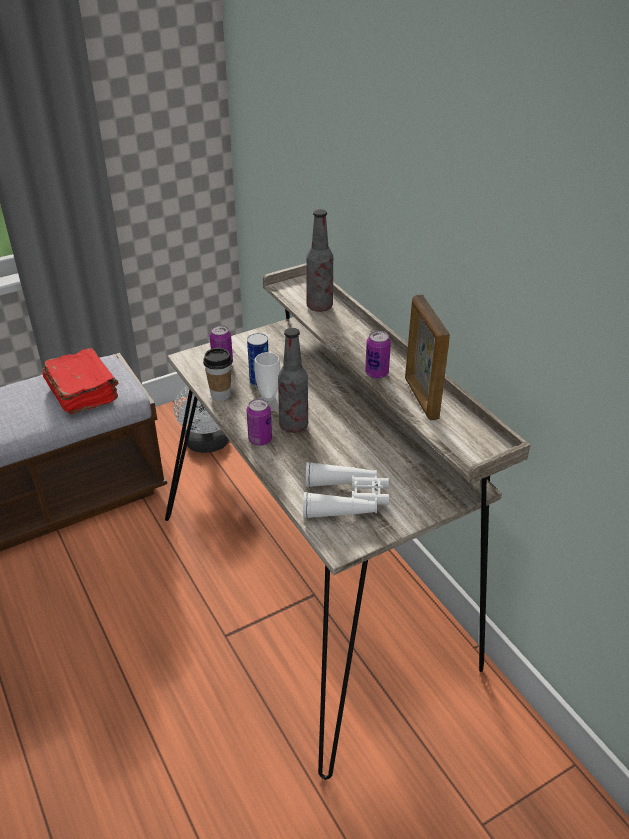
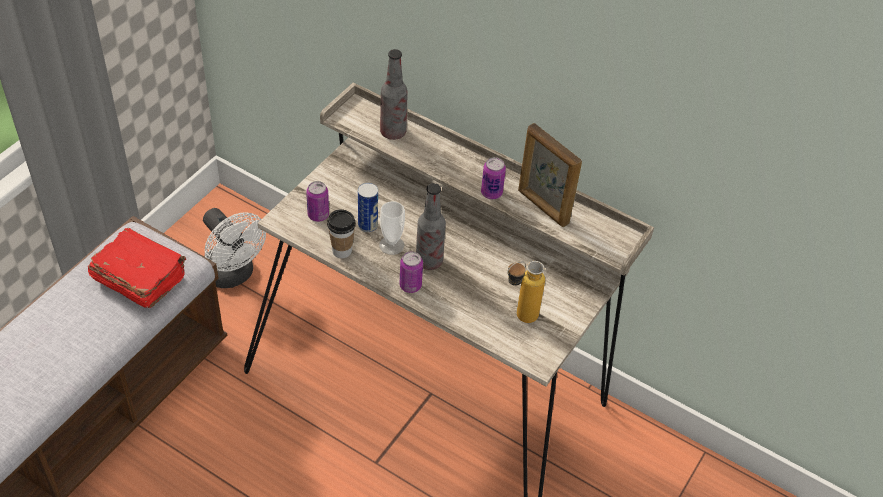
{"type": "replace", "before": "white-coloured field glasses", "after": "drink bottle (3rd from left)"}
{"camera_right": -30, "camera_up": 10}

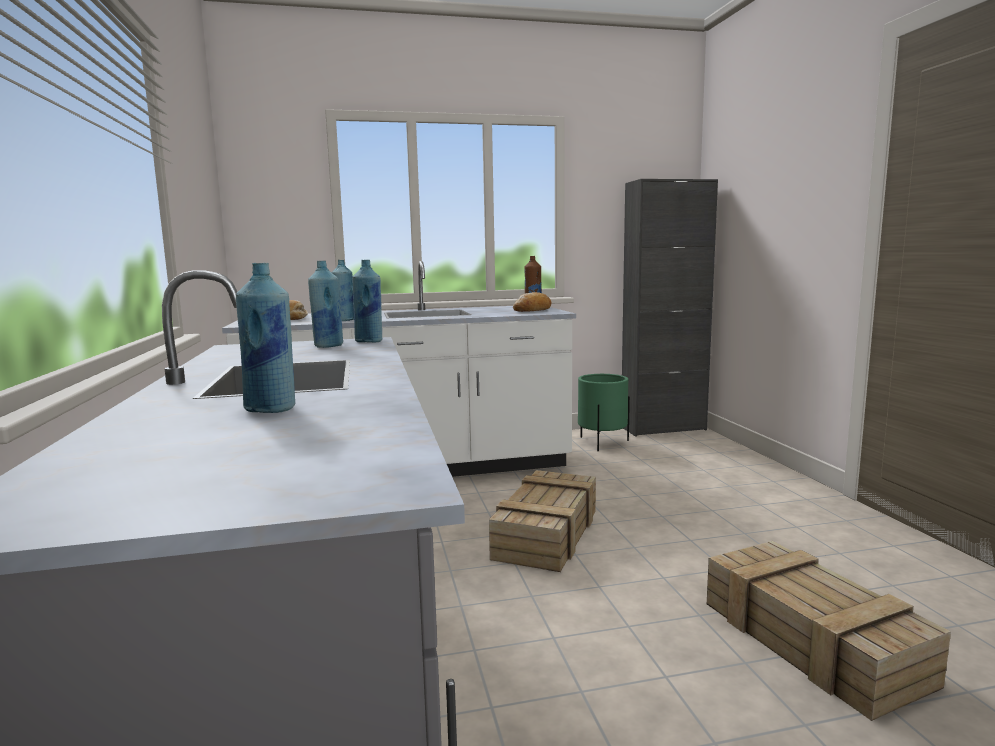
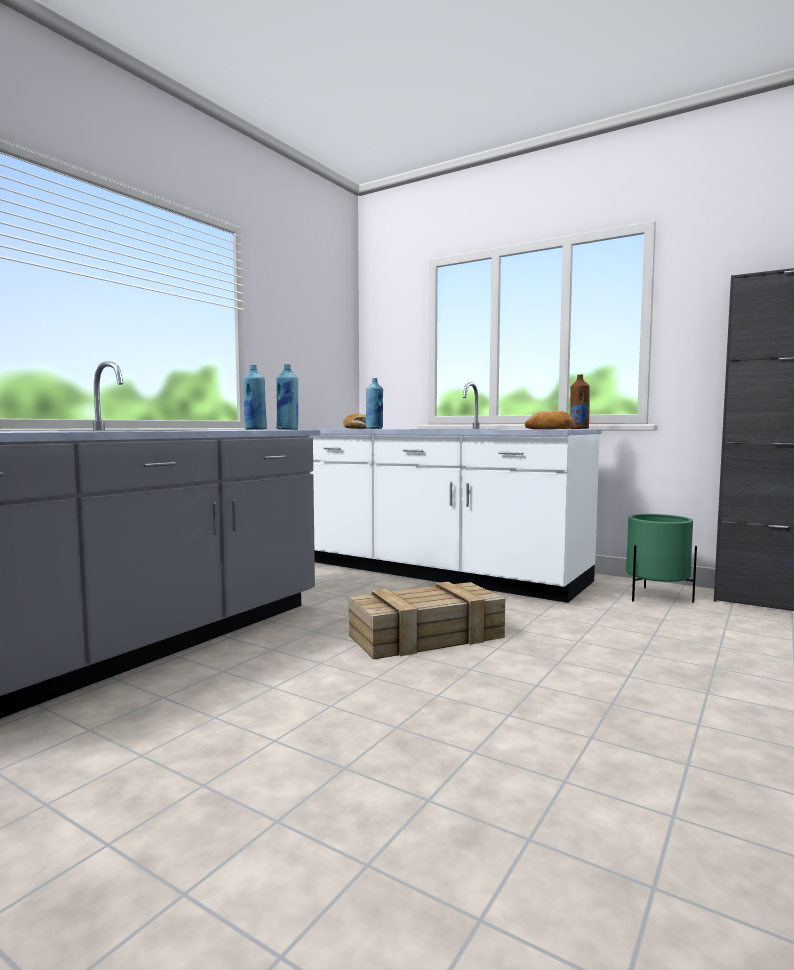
{"type": "delete", "before": "bluish drink bottle (1st from left)"}
{"type": "delete", "before": "crate (2nd from left)"}
{"camera_right": 45, "camera_up": -5}

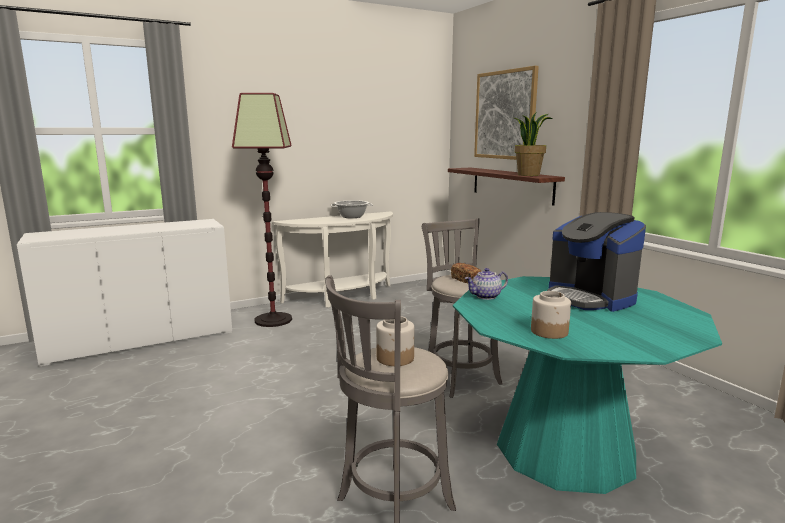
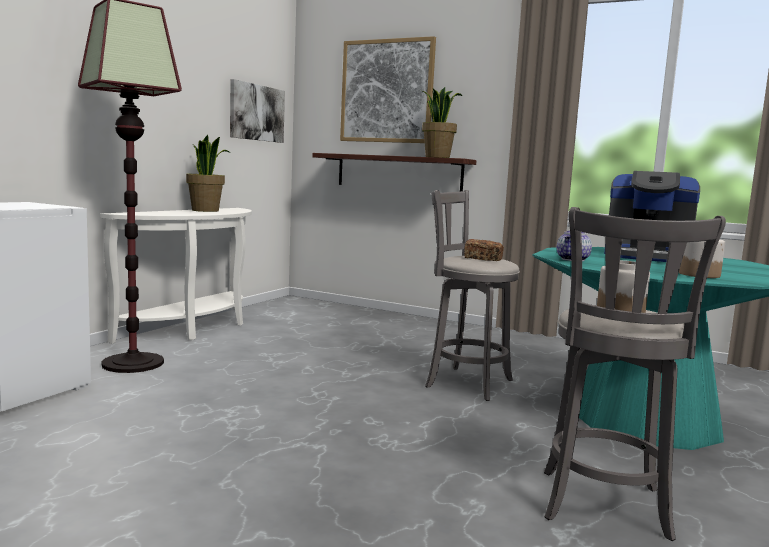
{"type": "replace", "before": "saucepot", "after": "potted plant (1st from left)"}
{"type": "insert", "after": "wall picture (1st from left)"}
{"camera_right": -35, "camera_up": -5}

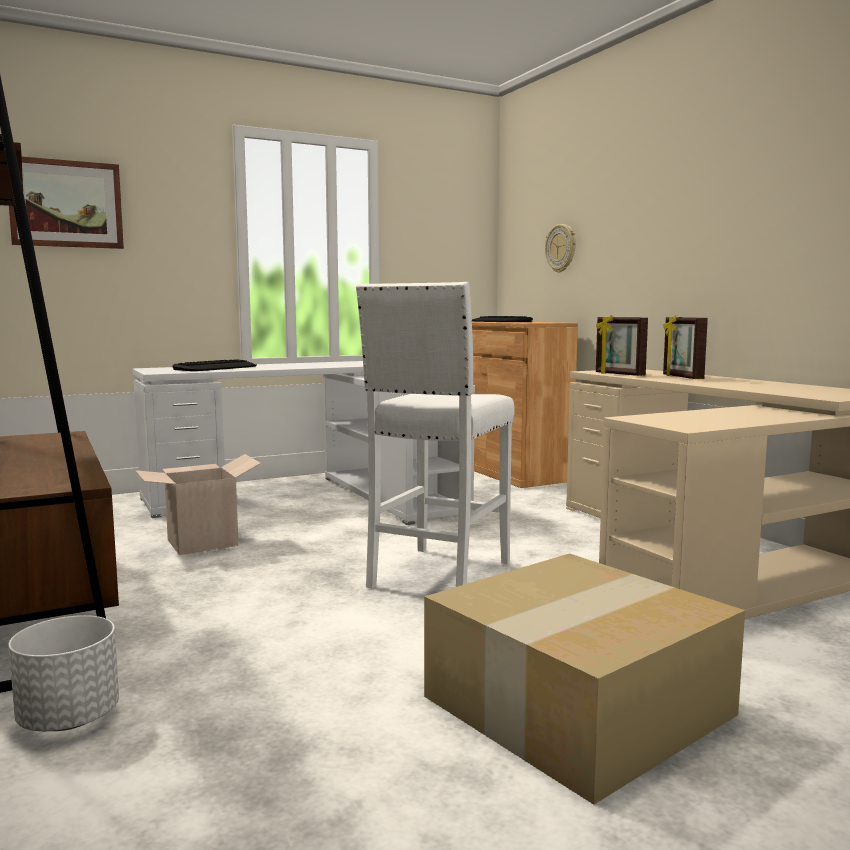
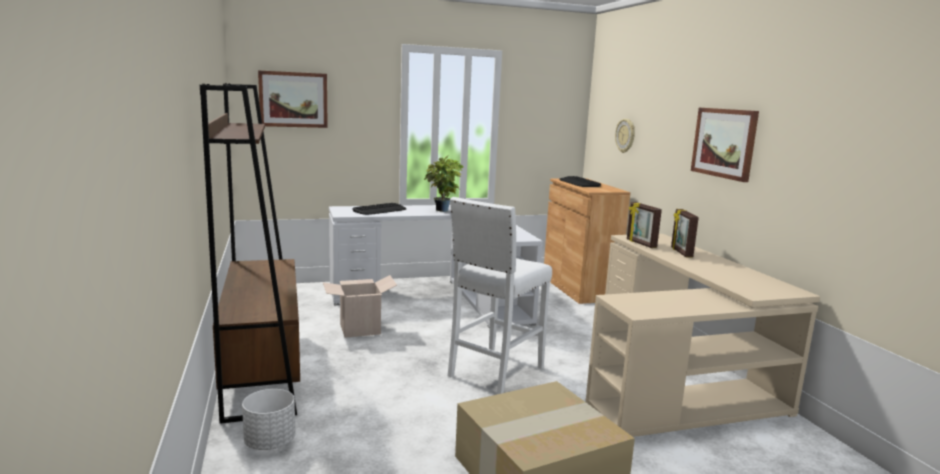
{"type": "insert", "after": "wall picture (2nd from left)"}
{"type": "insert", "after": "potted plant"}
{"camera_right": 10, "camera_up": 5}

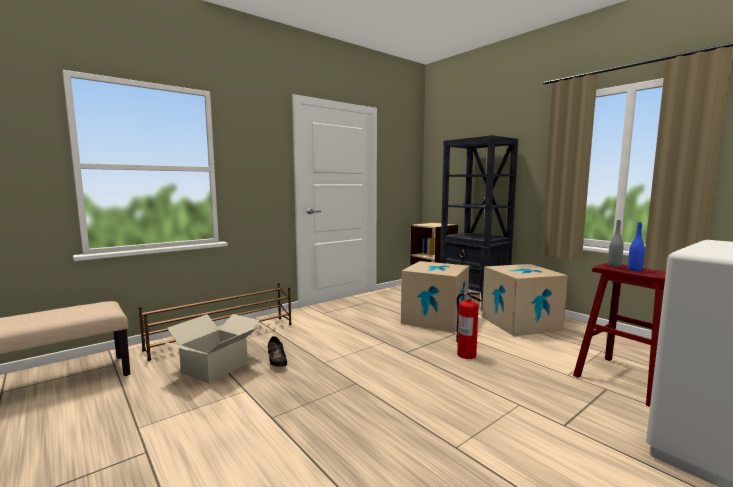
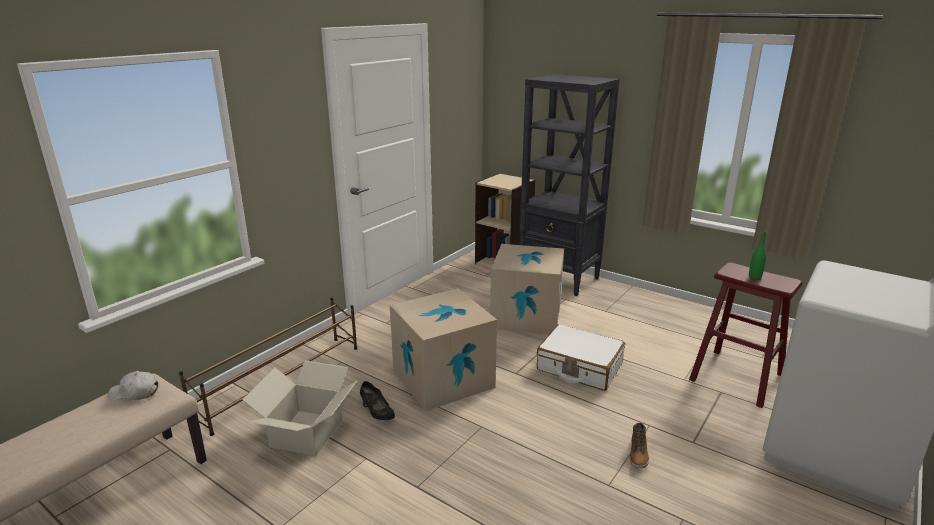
{"type": "delete", "before": "gray drink bottle"}
{"type": "recolor", "before": "bluish drink bottle", "after": "greenish drink bottle"}
{"type": "move", "before": "cardboard box (3rd from left in the first image)", "after": "cardboard box (2nd from left)"}
{"type": "replace", "before": "fire extinguisher", "after": "white-coloured travel case"}
{"type": "insert", "after": "white-coloured baseball cap"}
{"type": "insert", "after": "boot"}
{"camera_right": -15, "camera_up": 15}

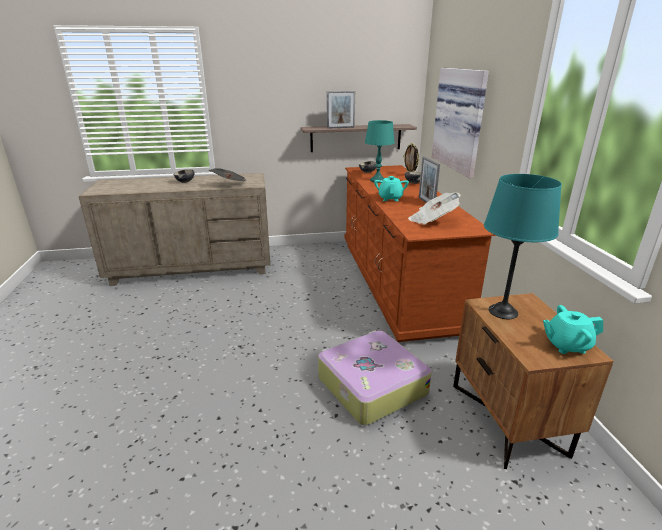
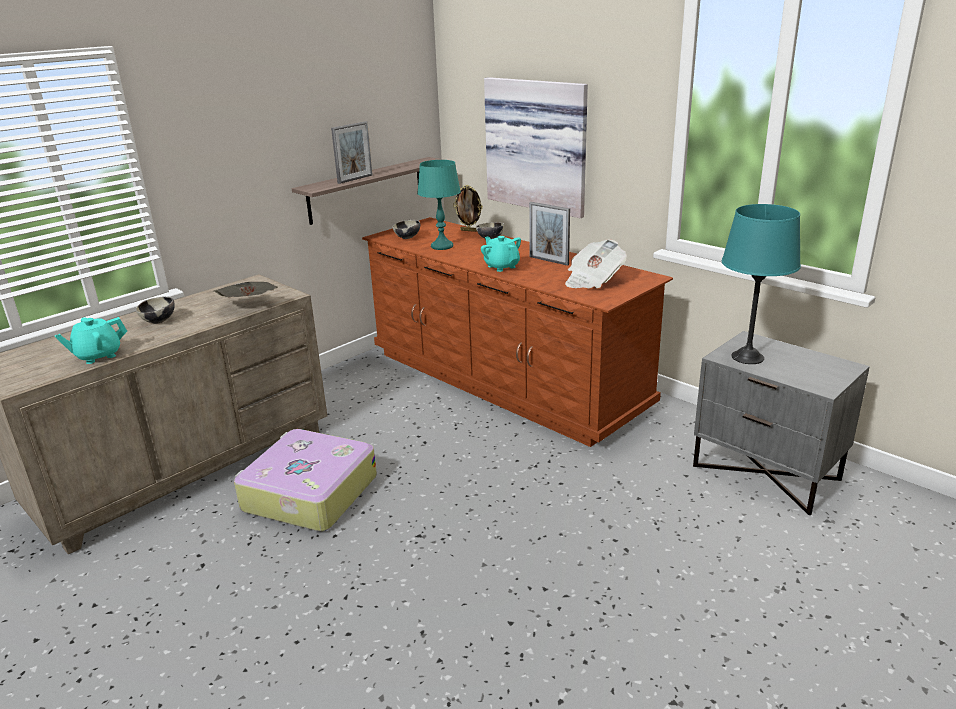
{"type": "recolor", "before": "brown-coloured night table", "after": "gray night table"}
{"type": "move", "before": "turquoise-coloured pot for tea (2nd from left in the first image)", "after": "turquoise-coloured pot for tea (1st from left)"}
{"type": "move", "before": "travel case"}
{"camera_right": -35, "camera_up": 0}

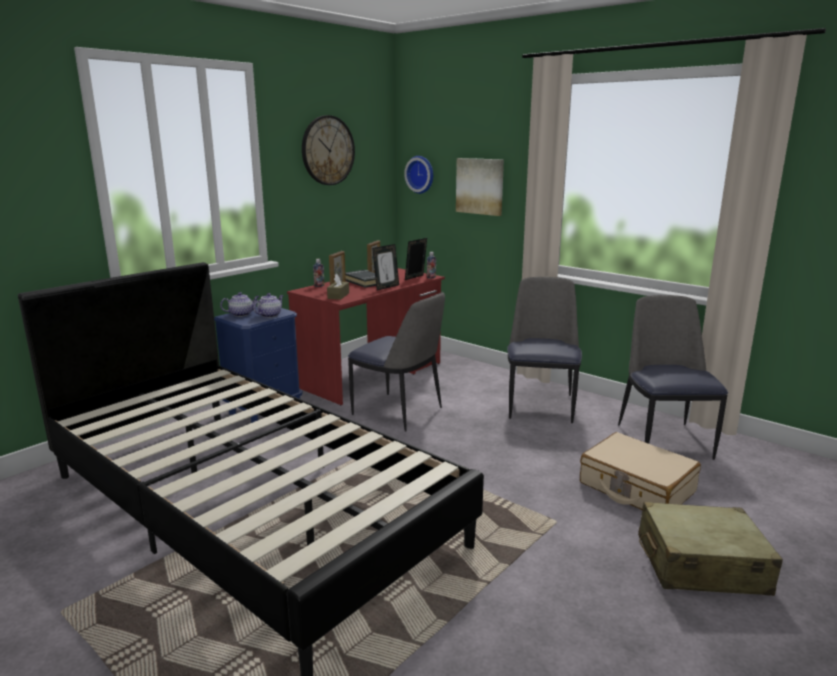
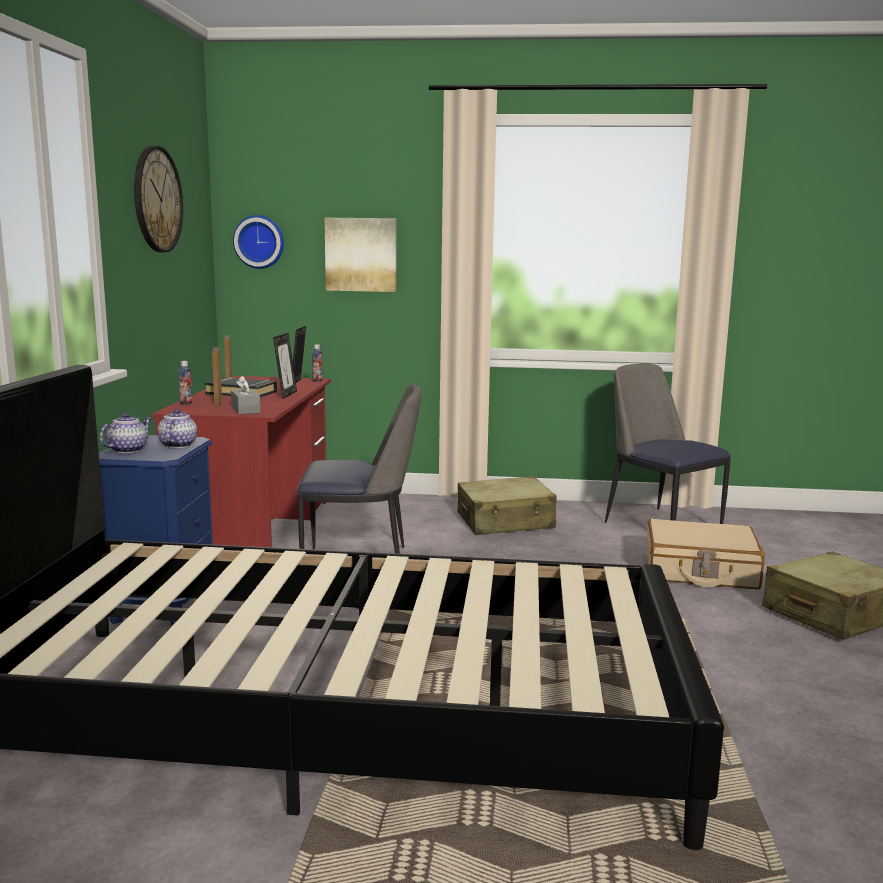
{"type": "recolor", "before": "brown-coloured tissue box", "after": "gray tissue box"}
{"type": "replace", "before": "upright chair (2nd from left)", "after": "sand-coloured travel case (1st from left)"}
{"camera_right": -35, "camera_up": -5}

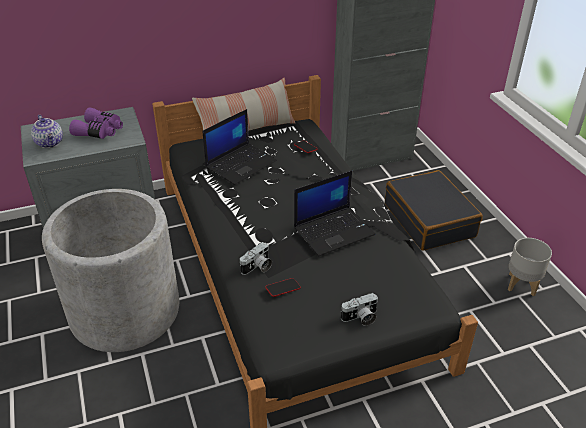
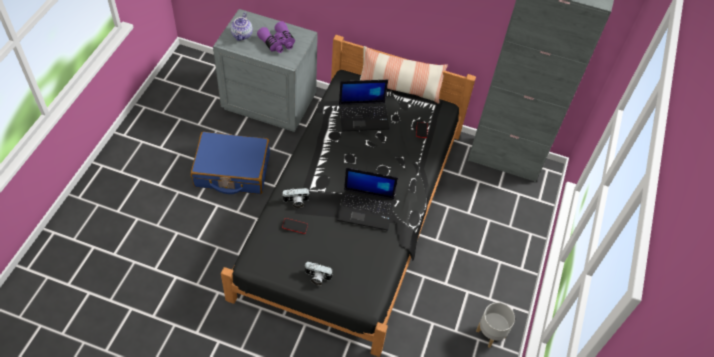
{"type": "delete", "before": "black travel case"}
{"type": "replace", "before": "gray planter (1st from left)", "after": "bluish travel case"}
{"camera_right": 35, "camera_up": 15}

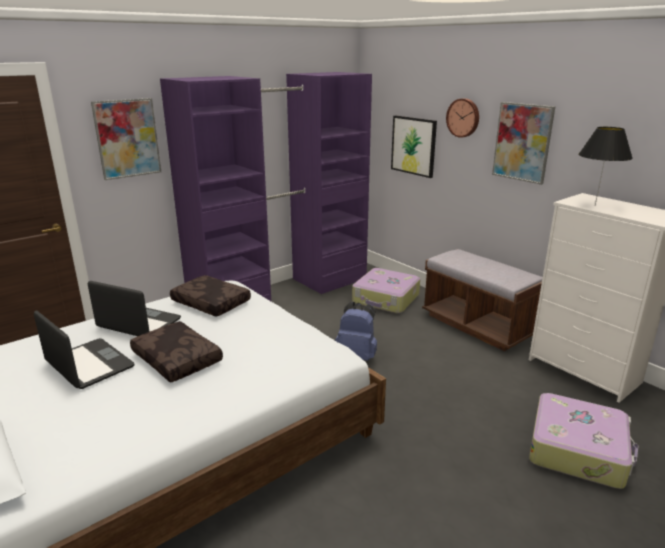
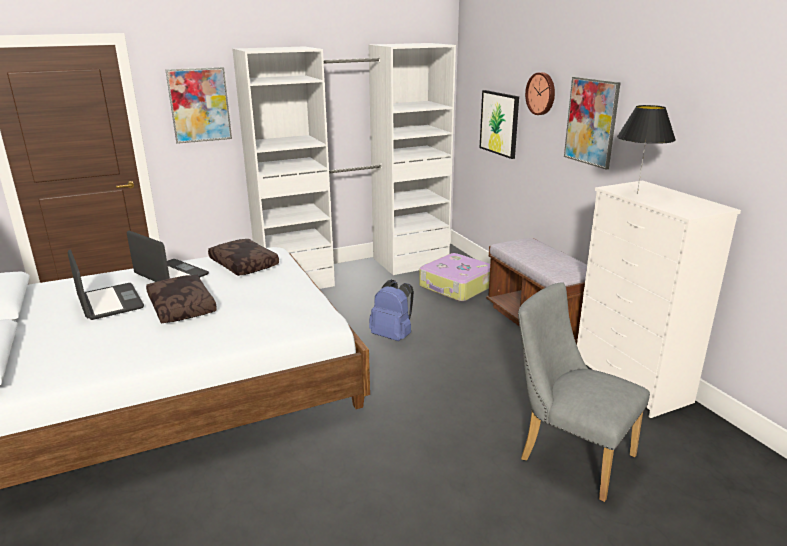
{"type": "recolor", "before": "purple clothes cupboard", "after": "white-coloured clothes cupboard"}
{"type": "replace", "before": "travel case (2nd from left)", "after": "gray upright chair"}
{"camera_right": 15, "camera_up": 0}

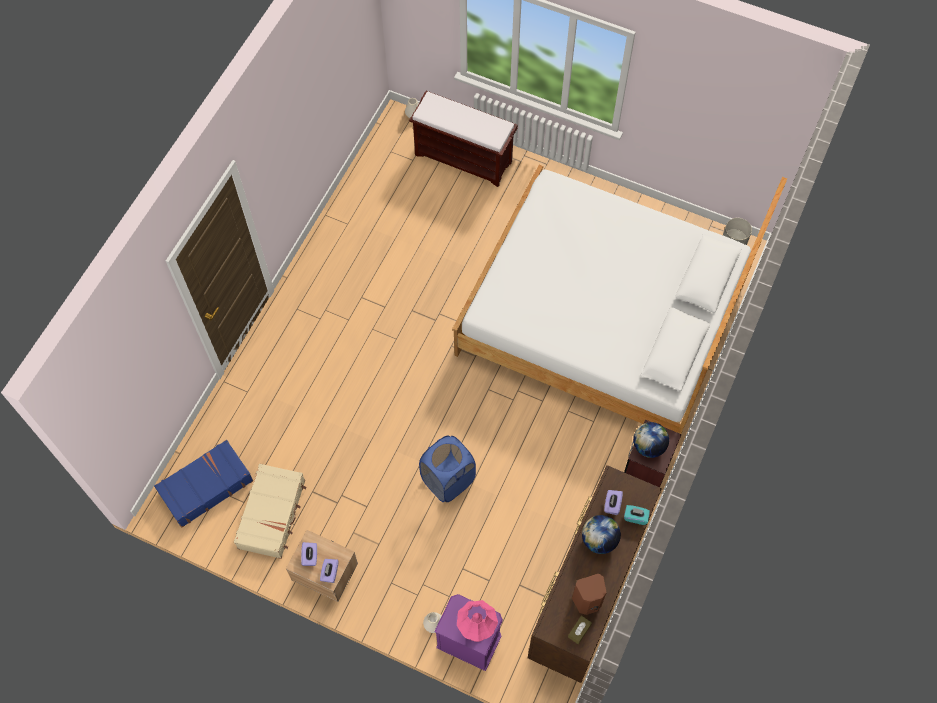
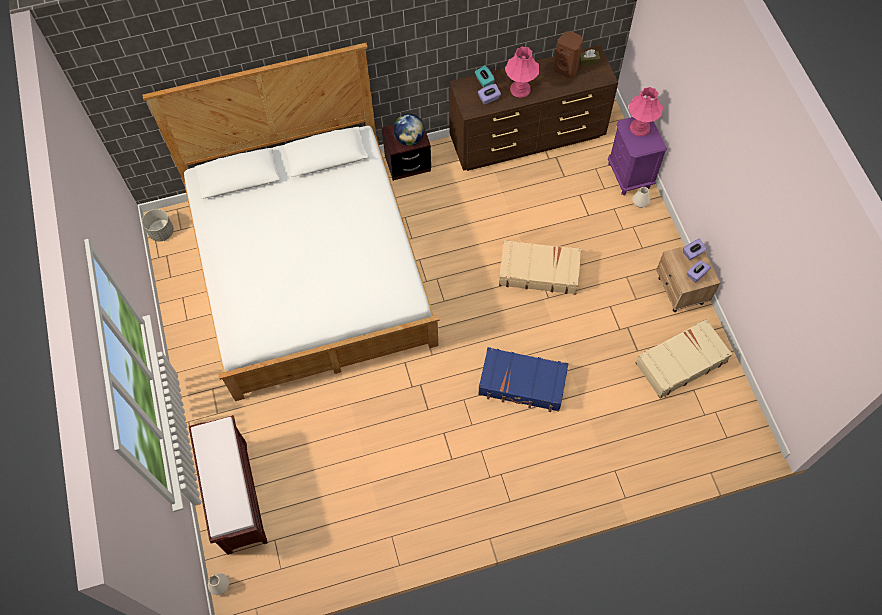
{"type": "replace", "before": "bluish laundry basket", "after": "sand-coloured travel case (1st from left)"}
{"type": "move", "before": "bluish travel case"}
{"type": "replace", "before": "globe (1st from left)", "after": "pink-coloured lamp for a table (1st from left)"}
{"camera_right": -130, "camera_up": 0}

